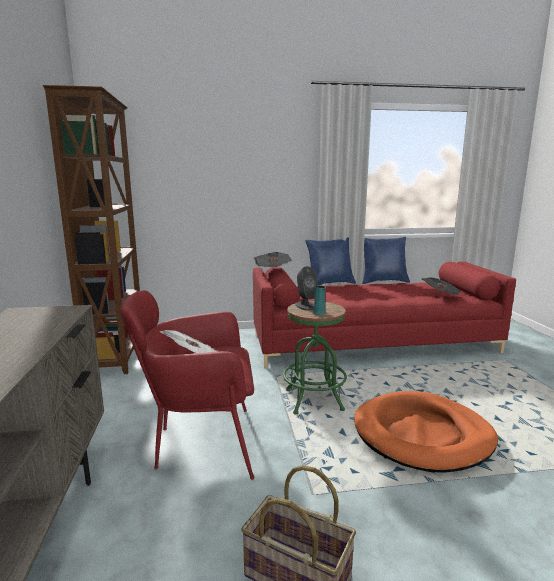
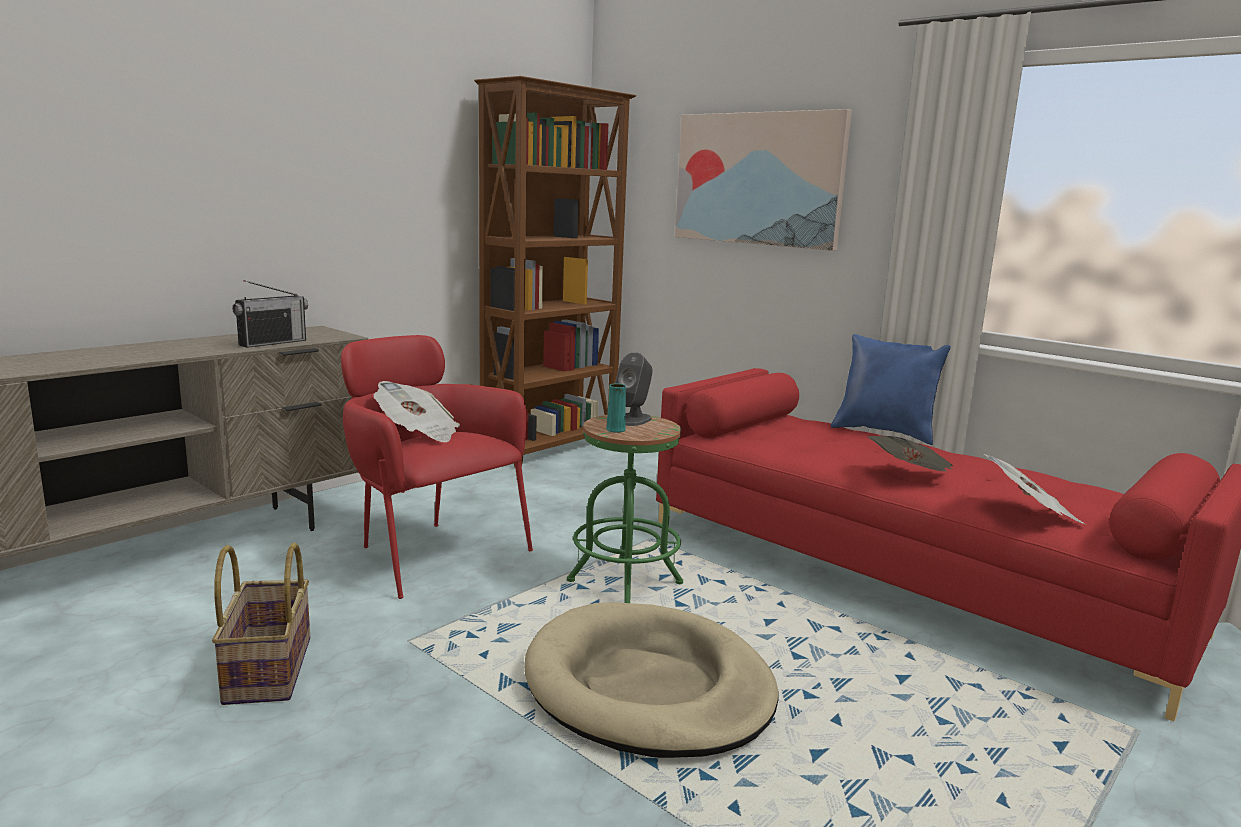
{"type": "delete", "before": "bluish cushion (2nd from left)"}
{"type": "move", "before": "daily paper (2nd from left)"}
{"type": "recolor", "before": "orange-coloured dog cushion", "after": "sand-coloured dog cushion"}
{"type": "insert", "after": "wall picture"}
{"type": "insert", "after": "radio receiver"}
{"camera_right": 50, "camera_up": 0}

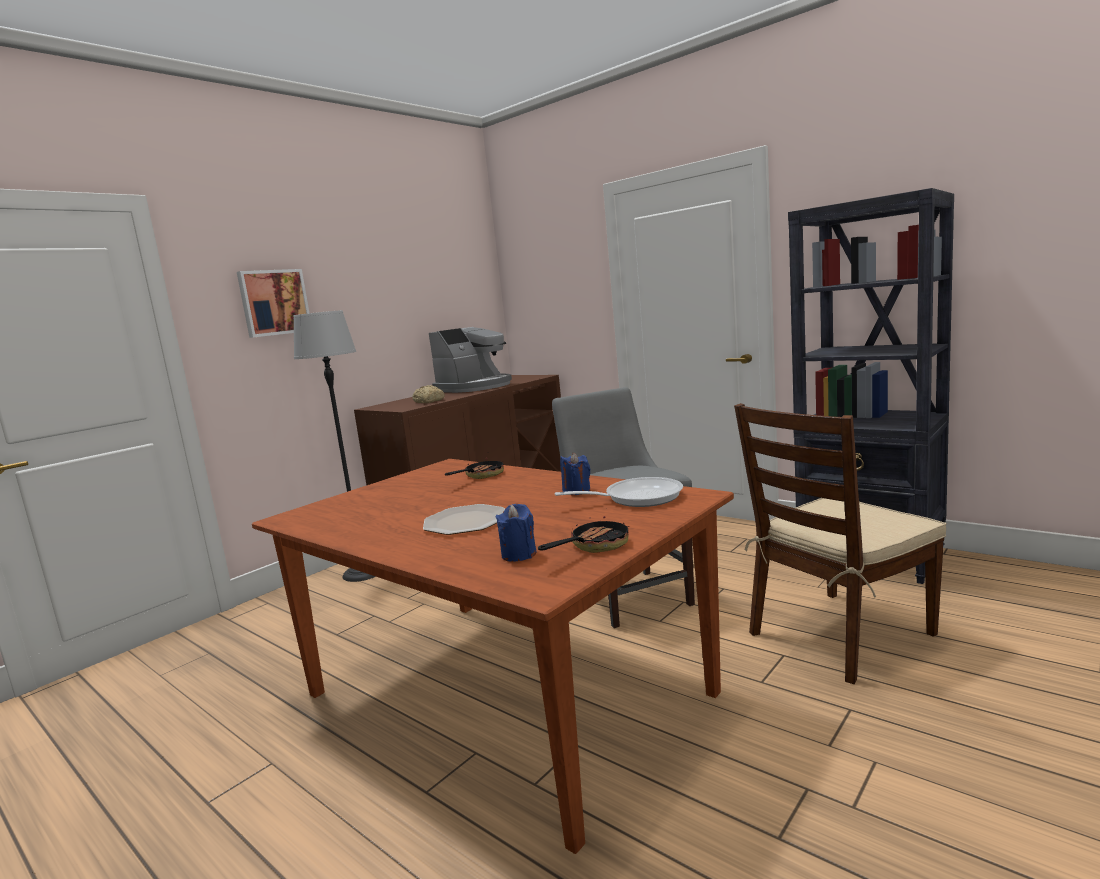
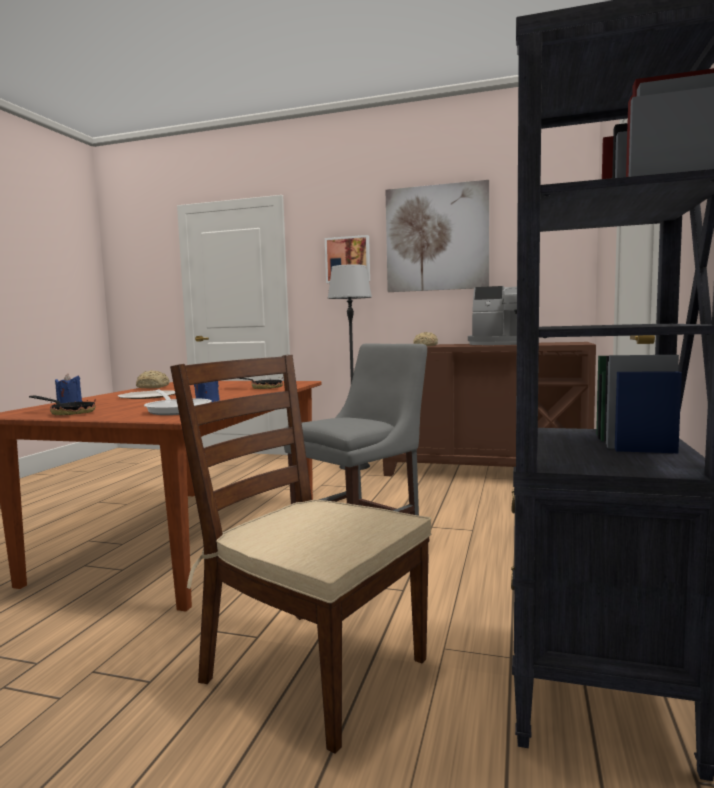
{"type": "insert", "after": "wall picture (2nd from left)"}
{"type": "insert", "after": "bread (1st from left)"}
{"camera_right": 65, "camera_up": -5}

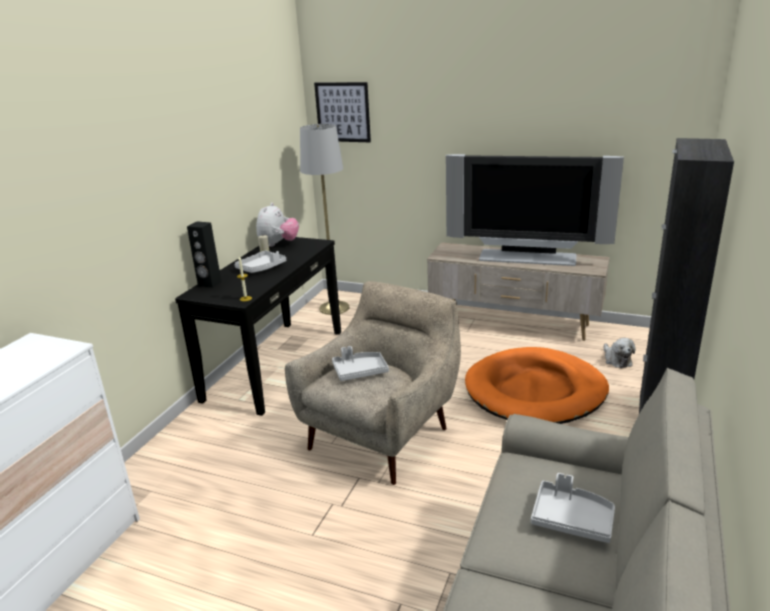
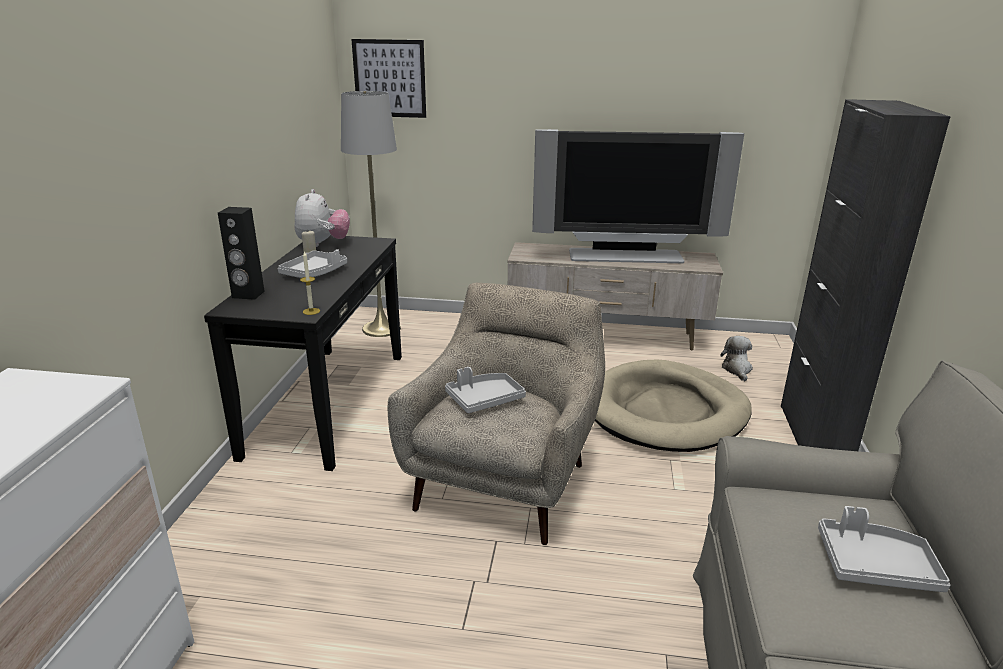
{"type": "rotate", "before": "cuddly toy (2nd from left)", "turn": -150}
{"type": "recolor", "before": "orange-coloured dog cushion", "after": "sand-coloured dog cushion"}
{"camera_right": -15, "camera_up": 0}

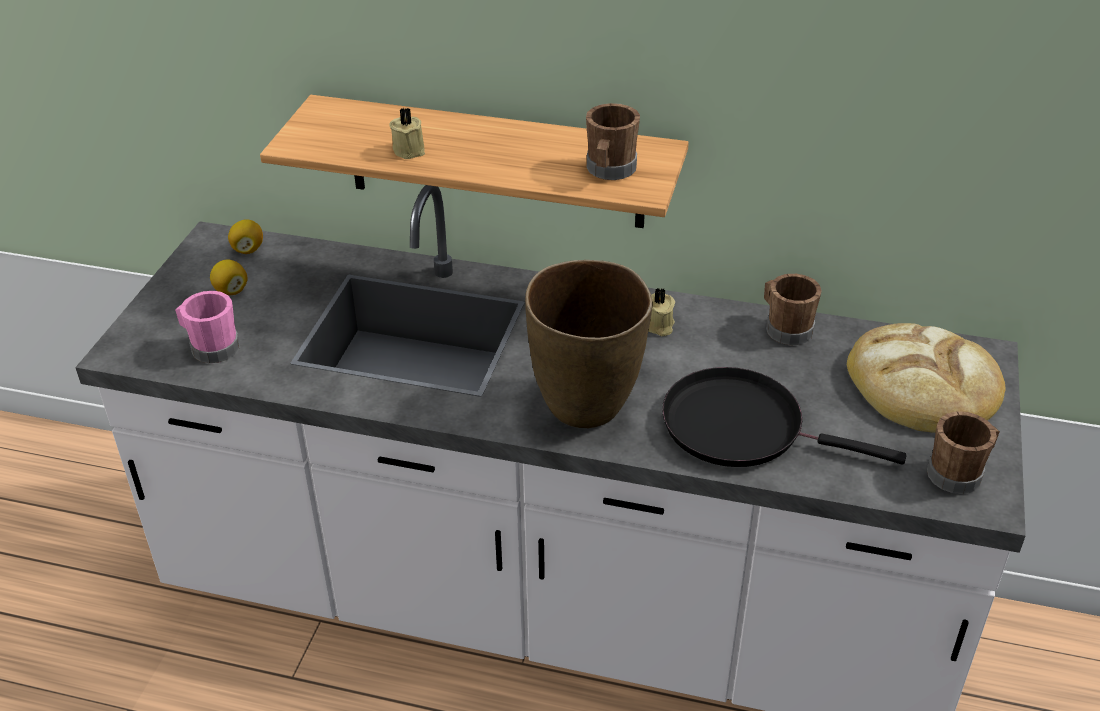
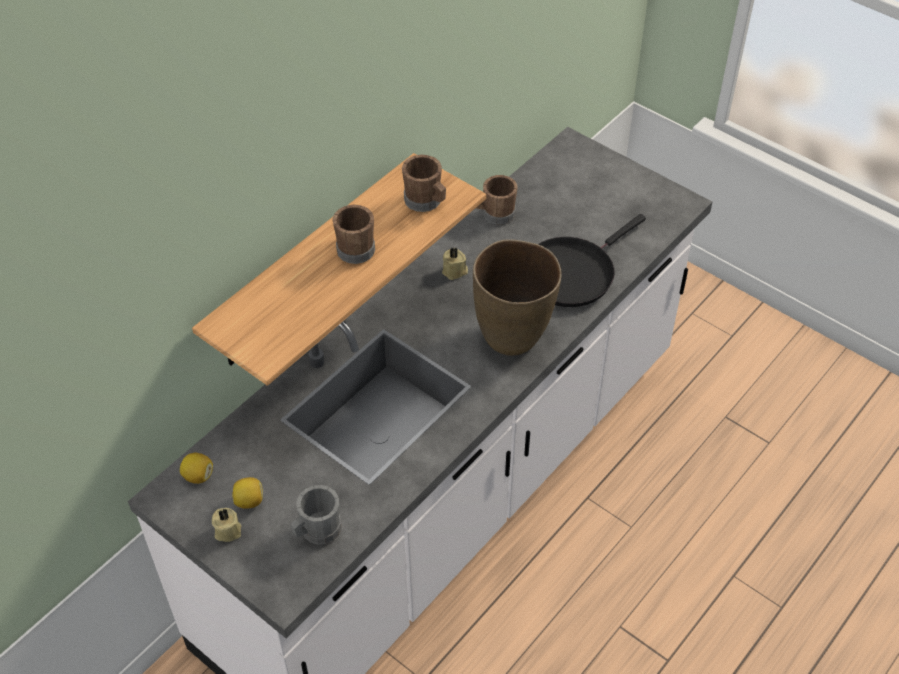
{"type": "move", "before": "sand-coloured wax candle (1st from left)"}
{"type": "recolor", "before": "pink-coloured coffee mug", "after": "gray coffee mug"}
{"type": "delete", "before": "bread"}
{"type": "move", "before": "brown-coloured coffee mug (3rd from left in the first image)", "after": "brown-coloured coffee mug (1st from left)"}
{"camera_right": -65, "camera_up": 10}

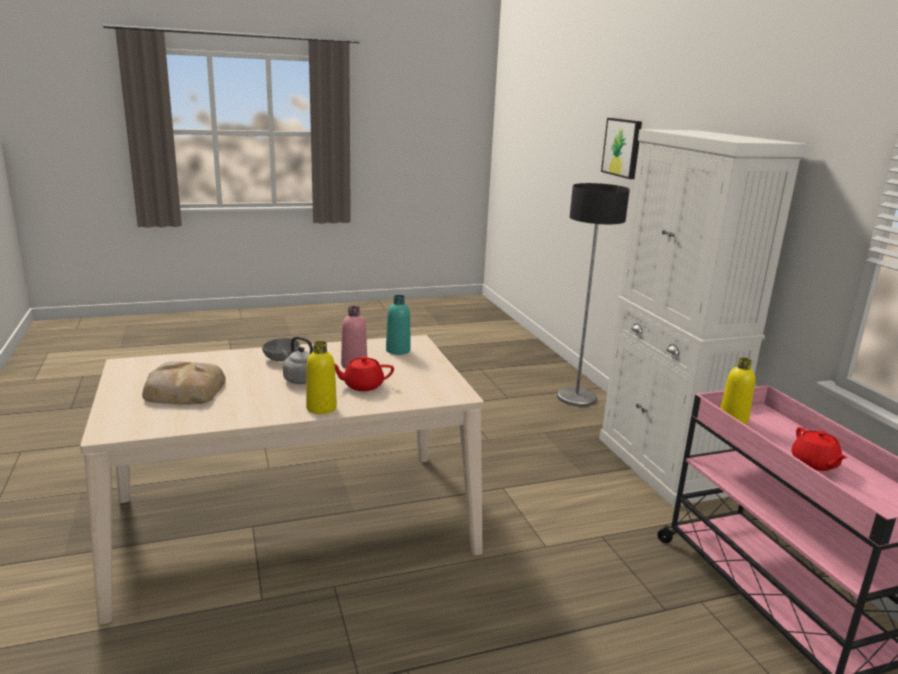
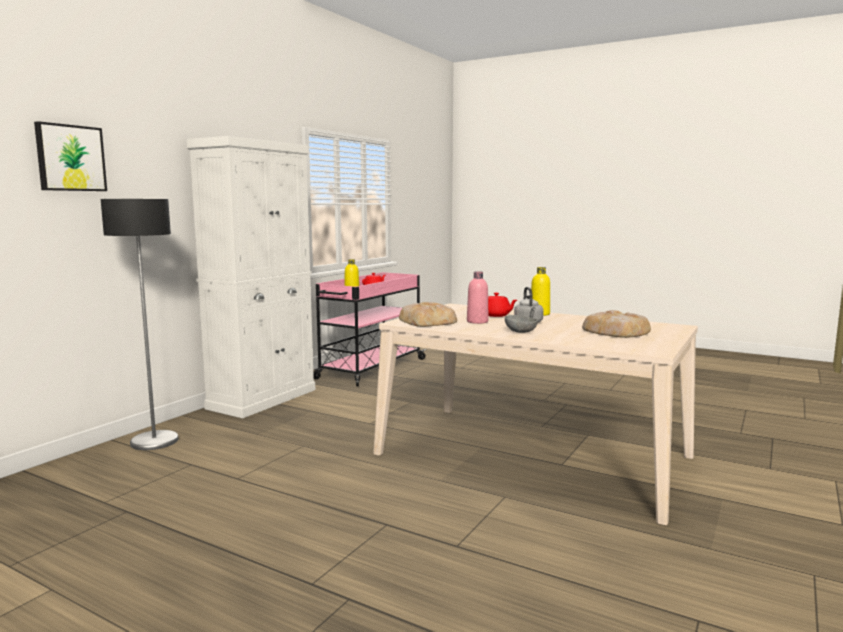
{"type": "replace", "before": "turquoise-coloured drink bottle", "after": "bread (1st from left)"}
{"camera_right": -130, "camera_up": -10}

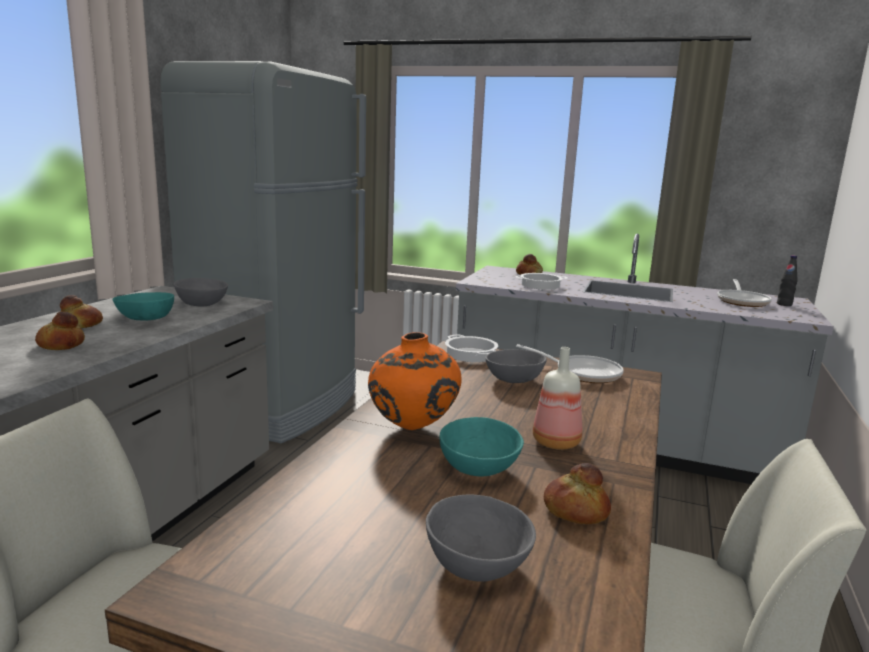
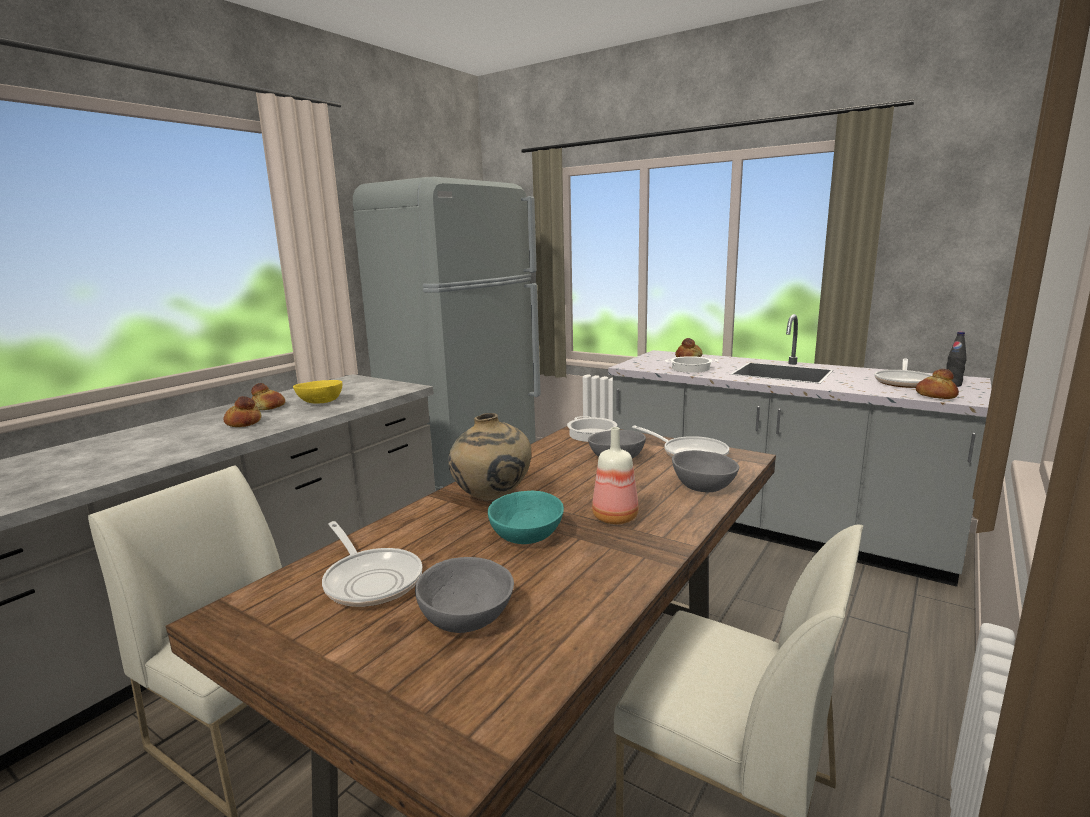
{"type": "move", "before": "gray serving bowl (1st from left in the first image)", "after": "gray serving bowl (3rd from left)"}
{"type": "recolor", "before": "turquoise-coloured serving bowl (1st from left)", "after": "yellowish serving bowl"}
{"type": "recolor", "before": "orange-coloured decorative vase", "after": "sand-coloured decorative vase"}
{"type": "move", "before": "bread (4th from left)"}
{"type": "insert", "after": "pan (1st from left)"}
{"camera_right": 15, "camera_up": 0}

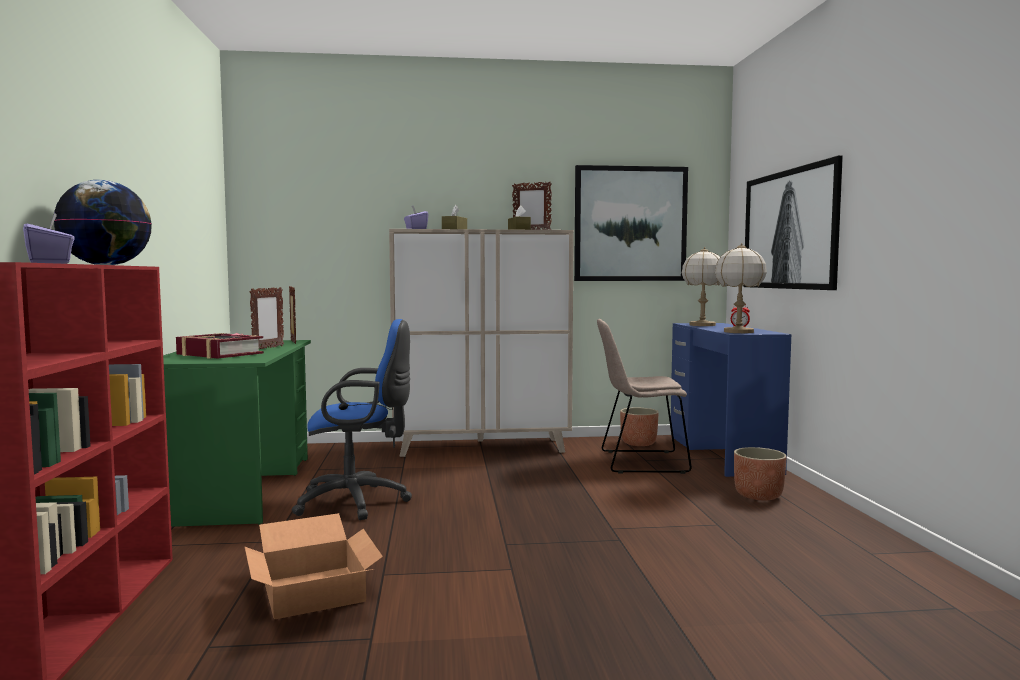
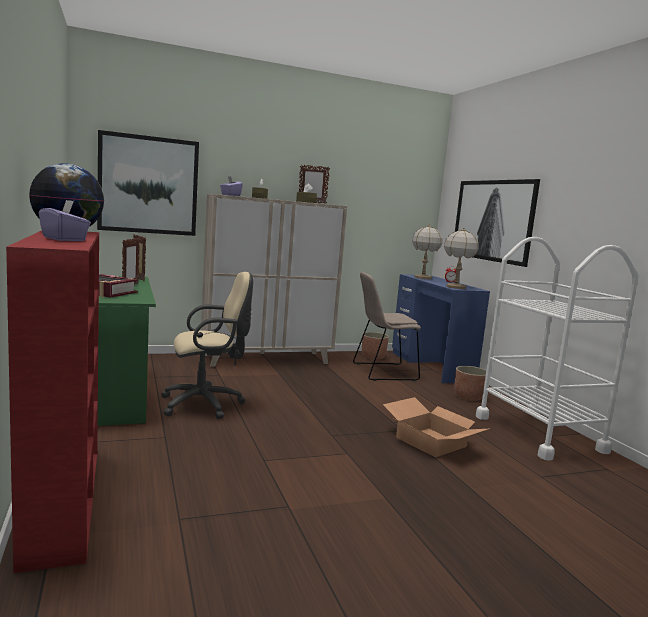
{"type": "move", "before": "wall picture (1st from left)"}
{"type": "recolor", "before": "bluish computer chair", "after": "sand-coloured computer chair"}
{"type": "move", "before": "cardboard box"}
{"type": "insert", "after": "white-coloured wheeled cart"}
{"camera_right": -15, "camera_up": 5}

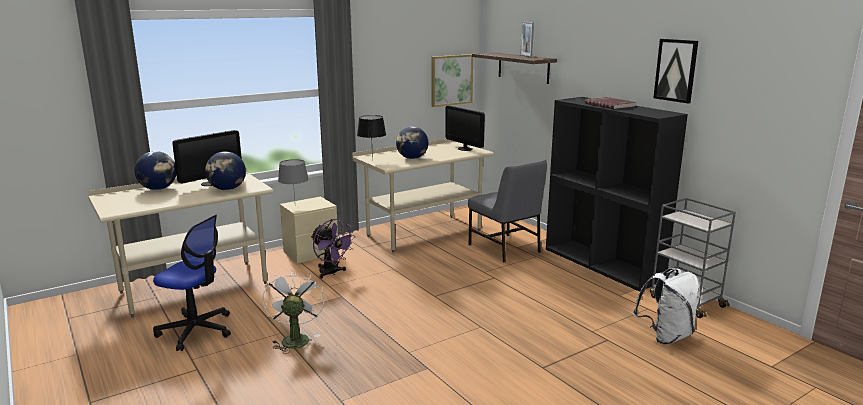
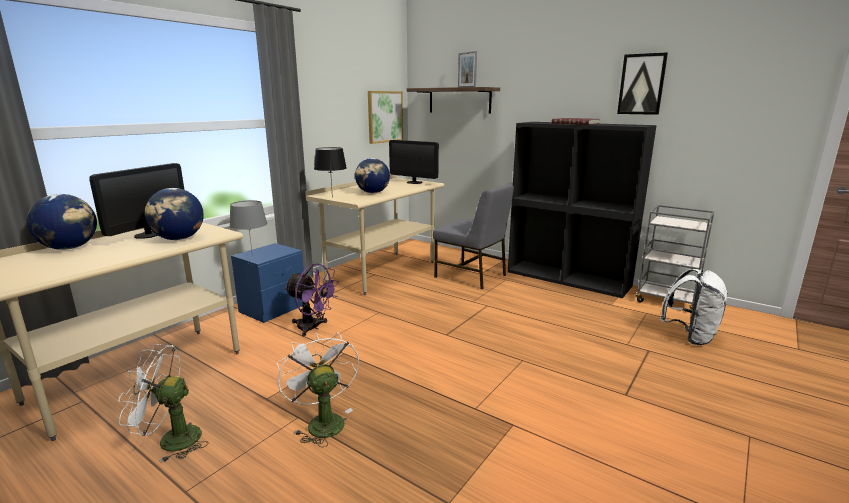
{"type": "recolor", "before": "sand-coloured night table", "after": "bluish night table"}
{"type": "replace", "before": "computer chair", "after": "white-coloured fan (1st from left)"}
{"camera_right": -20, "camera_up": 0}

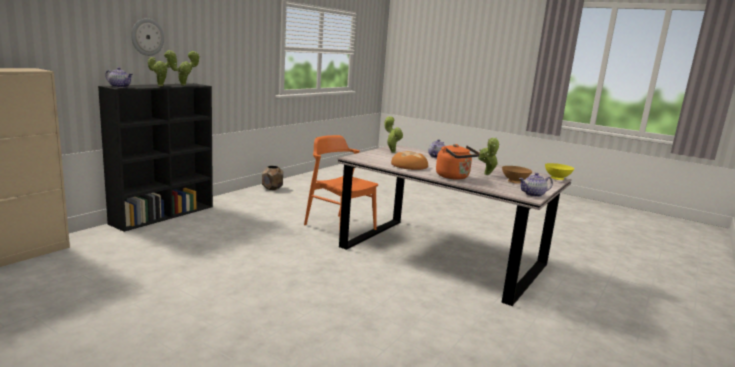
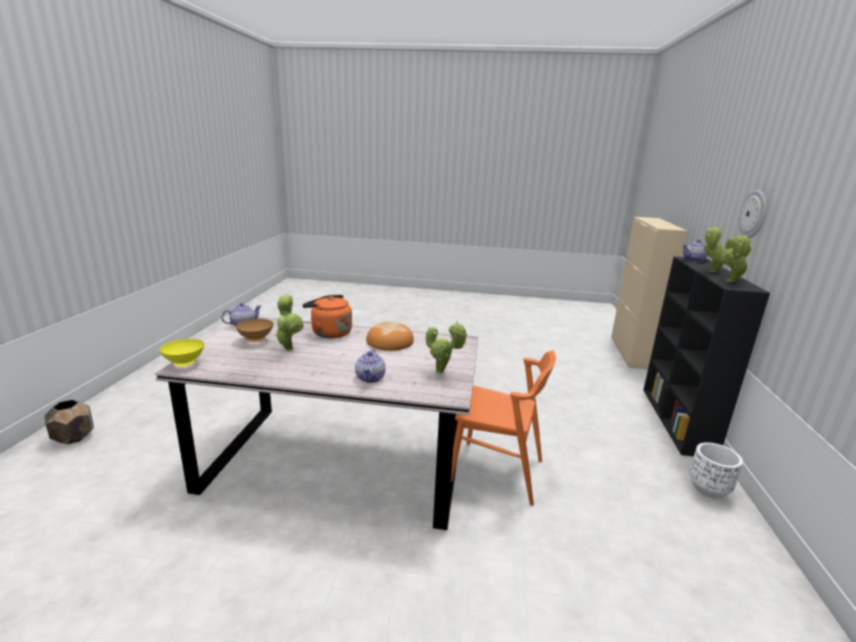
{"type": "move", "before": "brown-coloured planter"}
{"type": "insert", "after": "white-coloured planter"}
{"camera_right": 155, "camera_up": 5}

